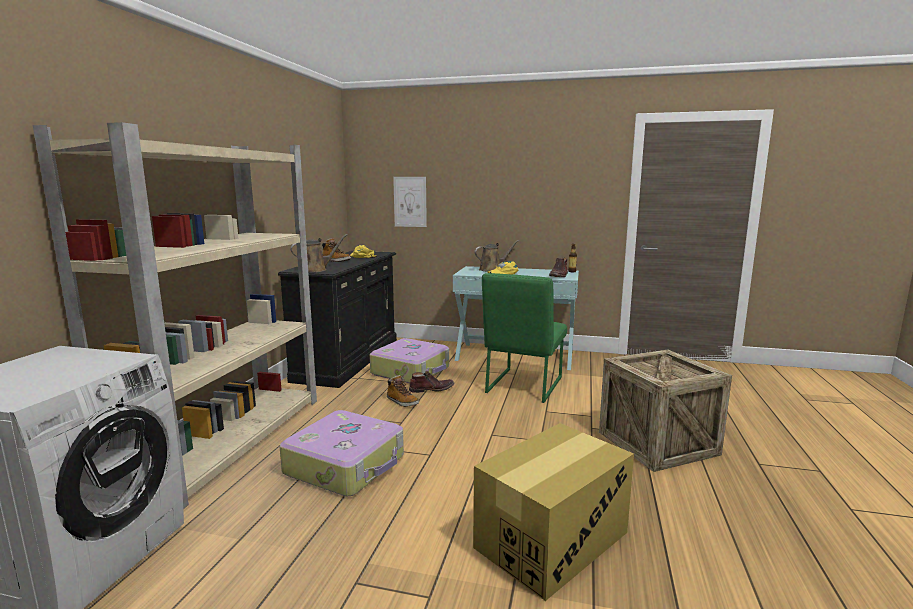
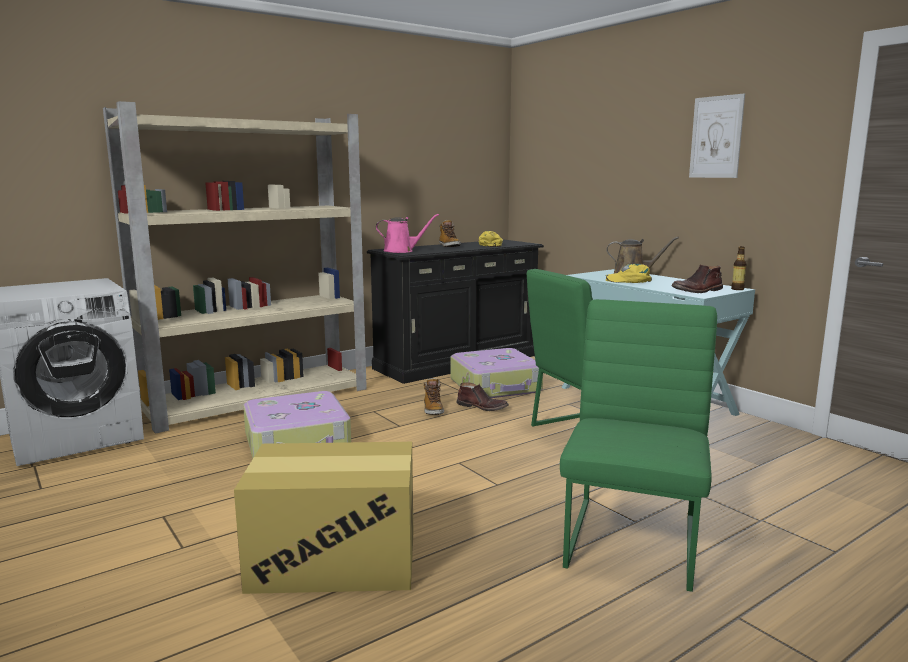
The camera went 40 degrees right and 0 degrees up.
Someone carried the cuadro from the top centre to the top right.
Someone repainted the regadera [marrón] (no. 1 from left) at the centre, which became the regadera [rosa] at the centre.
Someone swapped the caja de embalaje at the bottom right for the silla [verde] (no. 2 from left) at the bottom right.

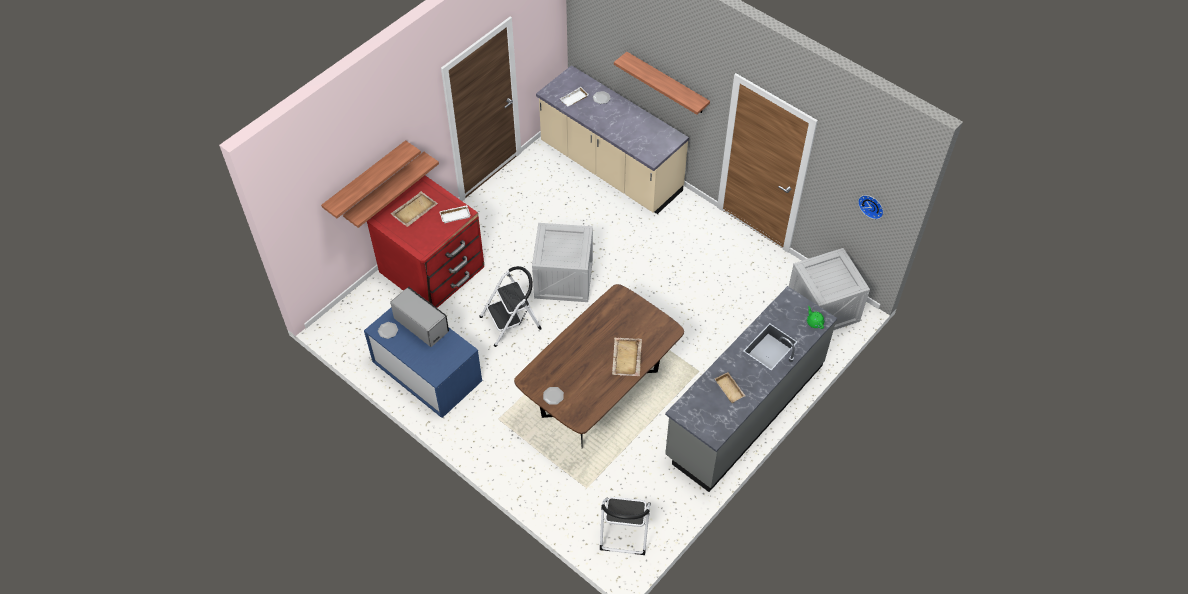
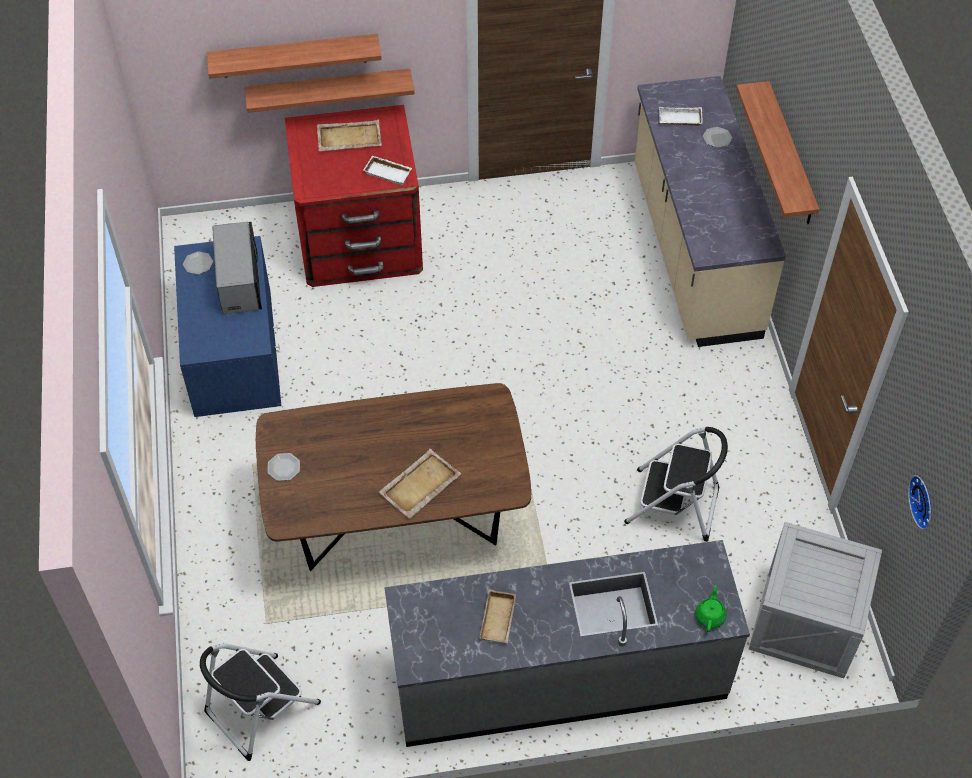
The camera went 40 degrees right and 0 degrees up.
Someone took away the caja de embalaje (no. 1 from left) at the centre.
Someone carried the escalera de tijera (no. 1 from left in the first image) from the centre to the middle right.

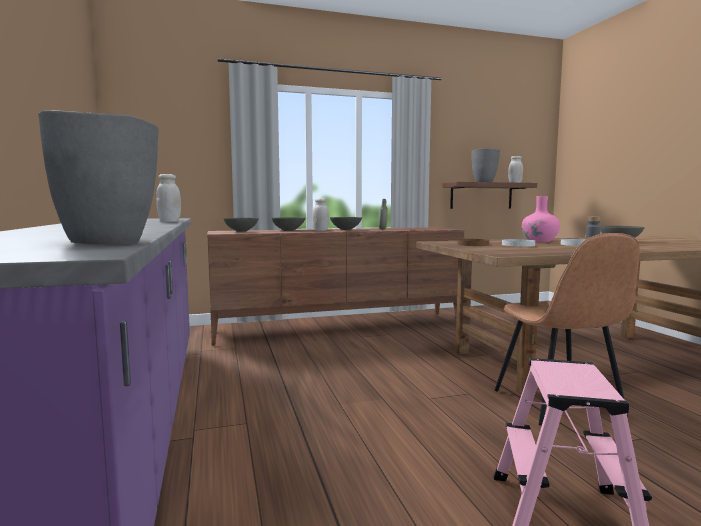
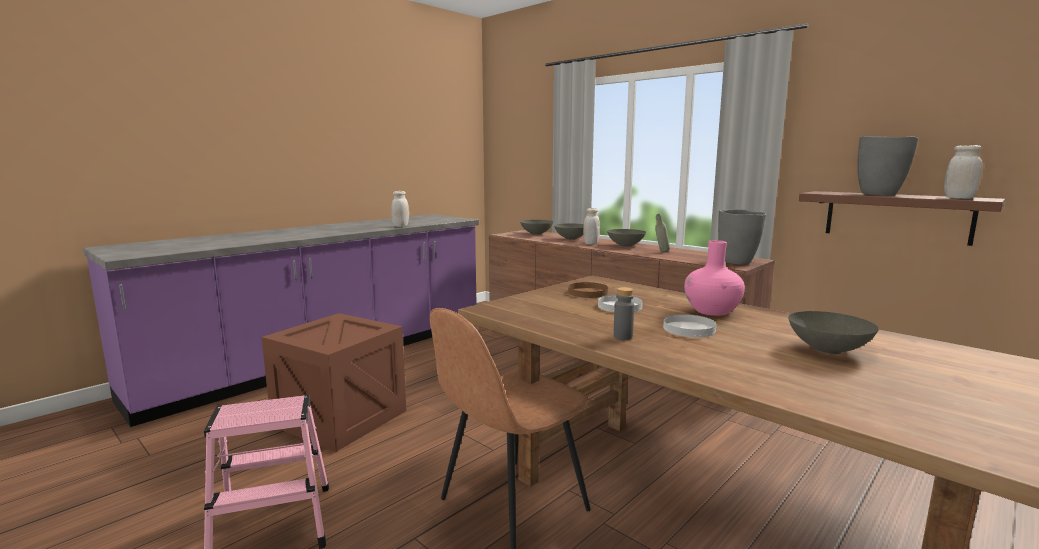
The camera went 60 degrees right and 5 degrees up.
Someone carried the florero [gris] (no. 1 from left) from the middle left to the middle right.
Someone put down the caja de embalaje at the bottom left.

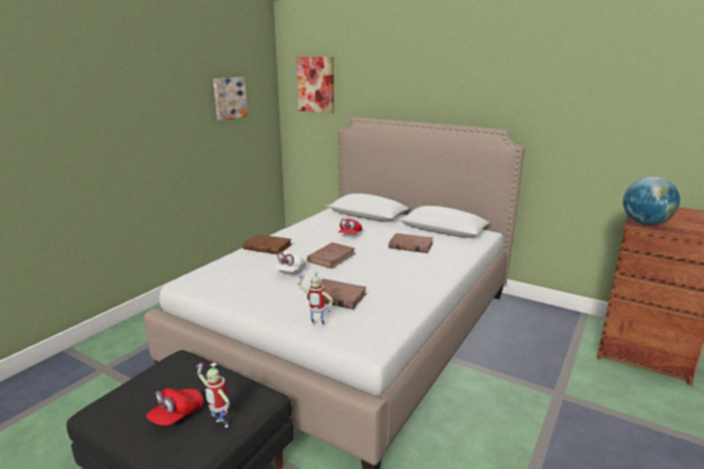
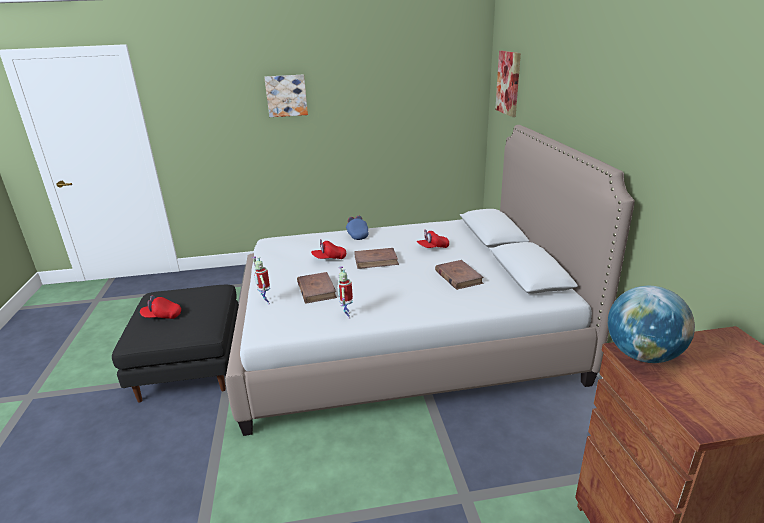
The camera went 50 degrees right and 5 degrees up.
Someone carried the cuadro (no. 1 from left) from the top left to the top centre.
Someone swapped the libro [marrón] (no. 1 from left) at the centre for the gorra [azul] at the centre.
Someone repainted the gorra [blanco] at the centre, which became the gorra [rojo] (no. 2 from left) at the centre.
Someone carried the robot de juguete (no. 1 from left in the first image) from the bottom left to the centre.

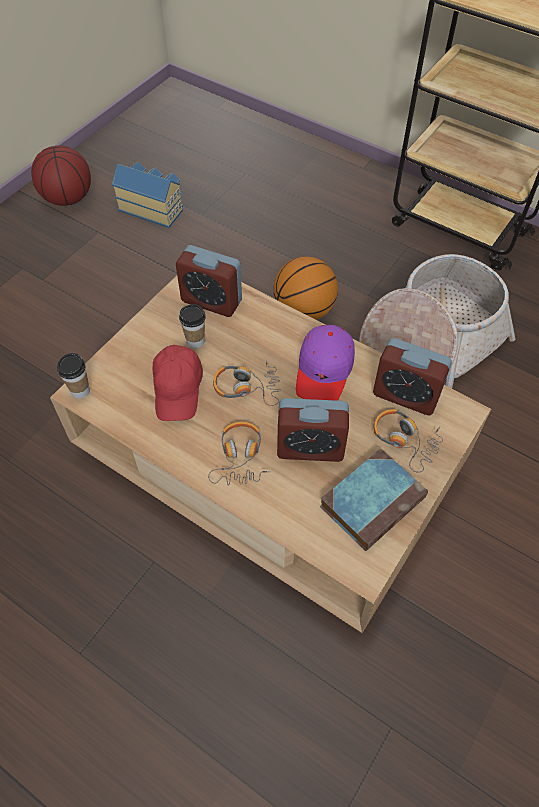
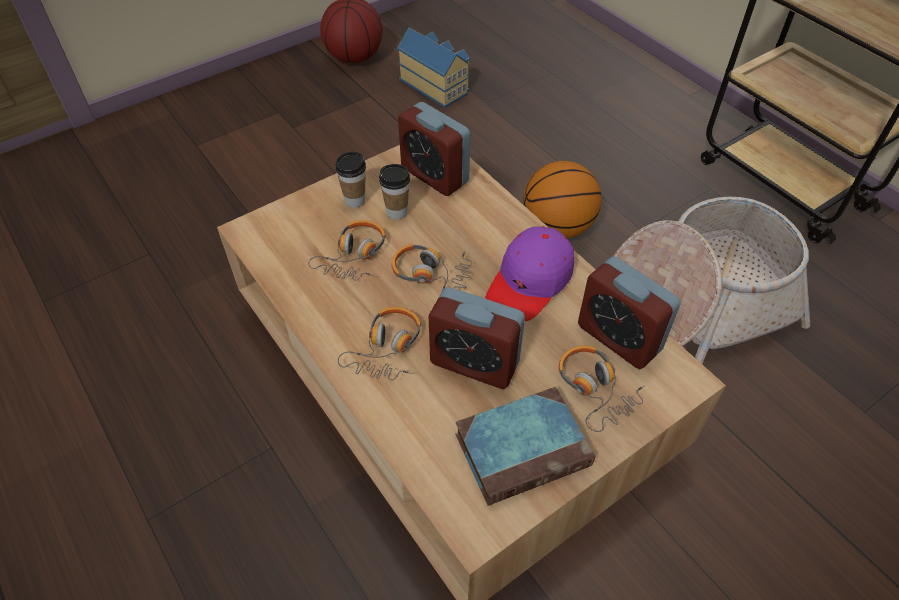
The camera went 20 degrees right and 5 degrees down.
Someone swapped the gorra [rojo] at the middle left for the auriculares (no. 1 from left) at the centre.
Someone carried the taza (no. 1 from left) from the middle left to the top centre.

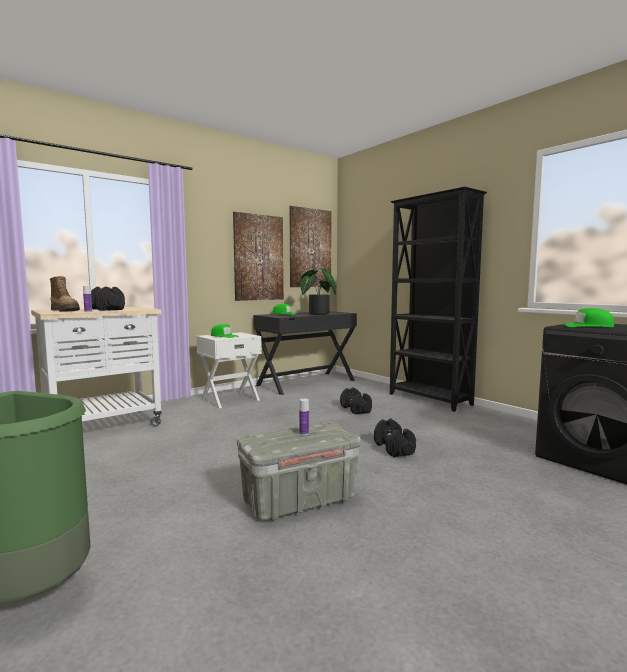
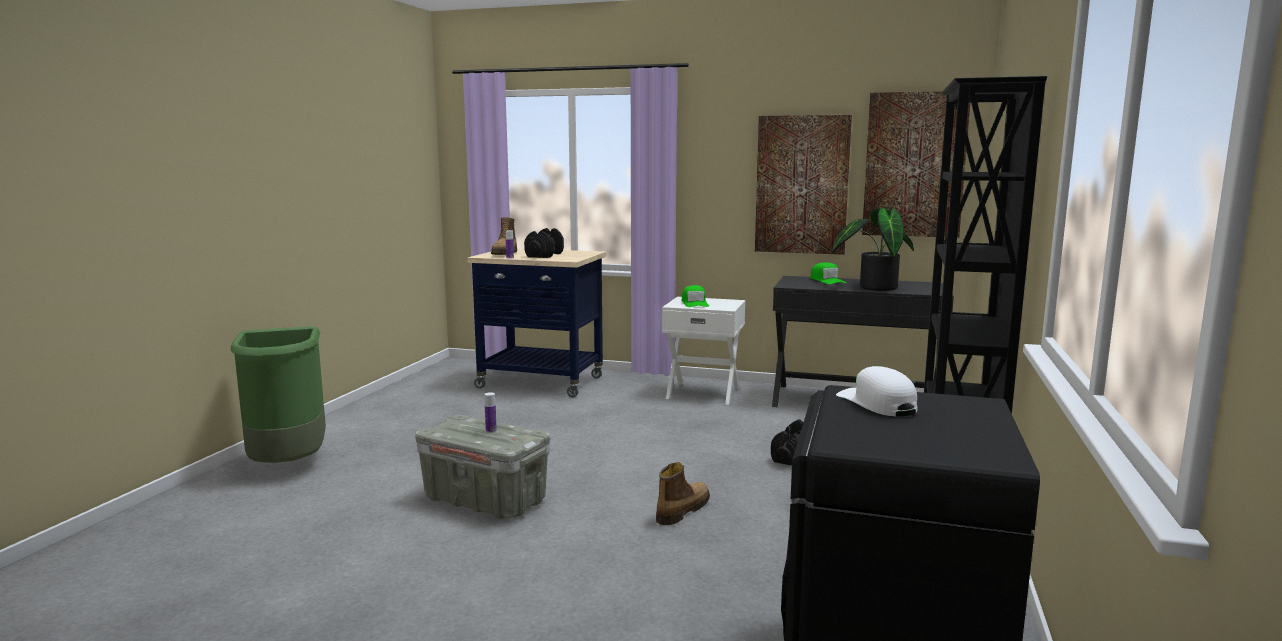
The camera went 55 degrees right and 5 degrees up.
Someone repainted the carrito [blanco] at the middle left, which became the carrito [azul] at the centre.
Someone repainted the gorra [verde] (no. 3 from left) at the middle right, which became the gorra [blanco] at the middle right.
Someone swapped the mancuerna [negro] (no. 3 from left) at the centre for the bota (no. 2 from left) at the bottom centre.

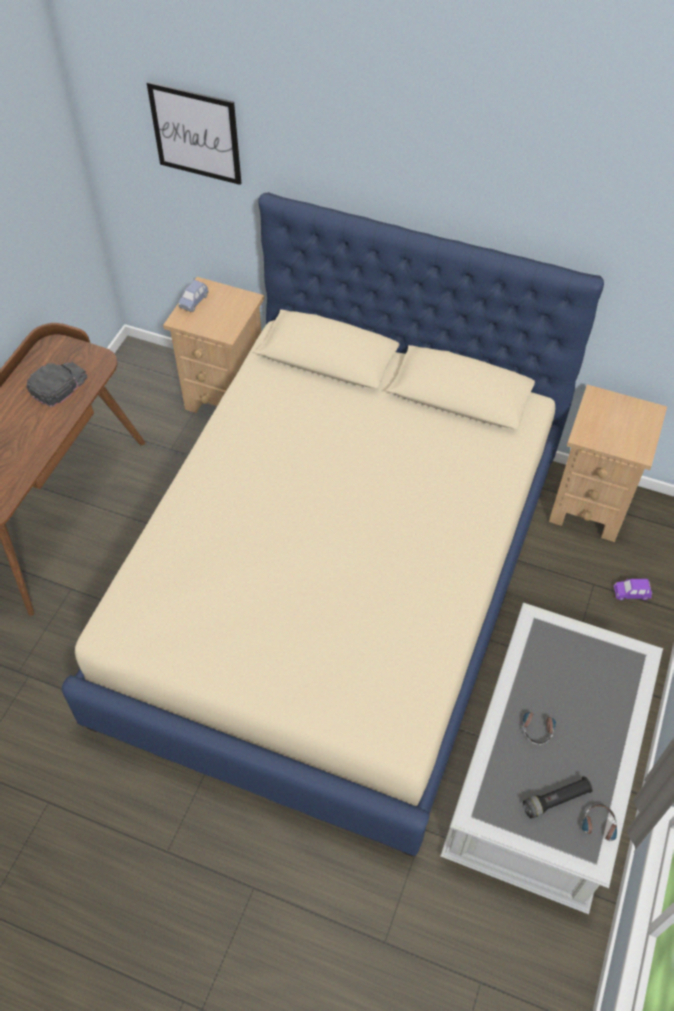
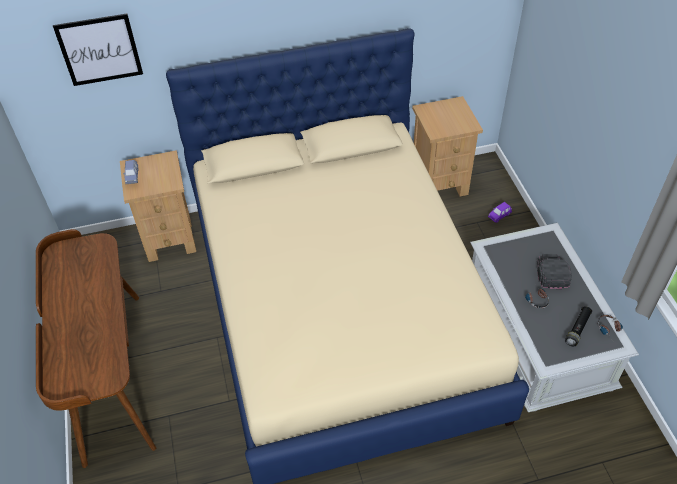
The camera went 35 degrees left and 5 degrees down.
Someone carried the gorra [negro] from the middle left to the middle right.

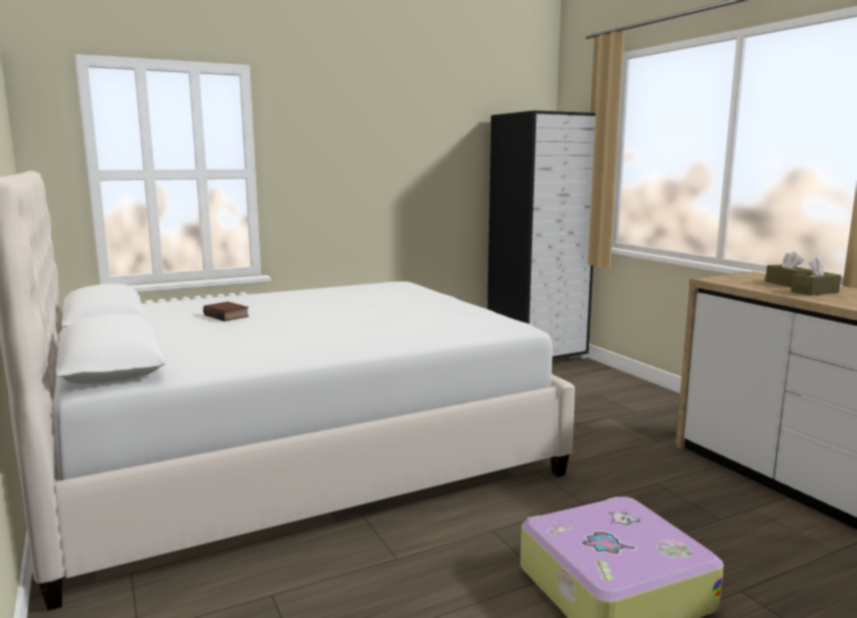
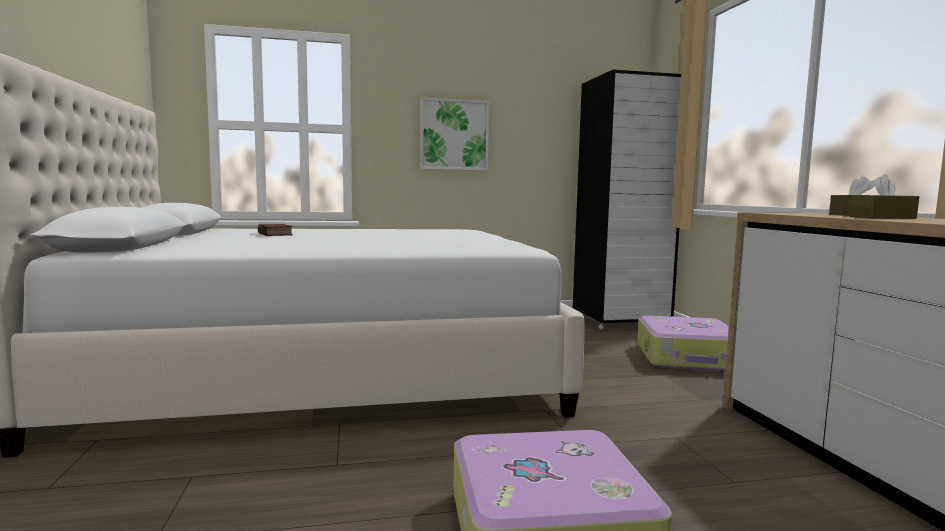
The camera went 15 degrees right and 5 degrees down.
Someone put up the cuadro at the top centre.
Someone put down the maleta (no. 2 from left) at the middle right.

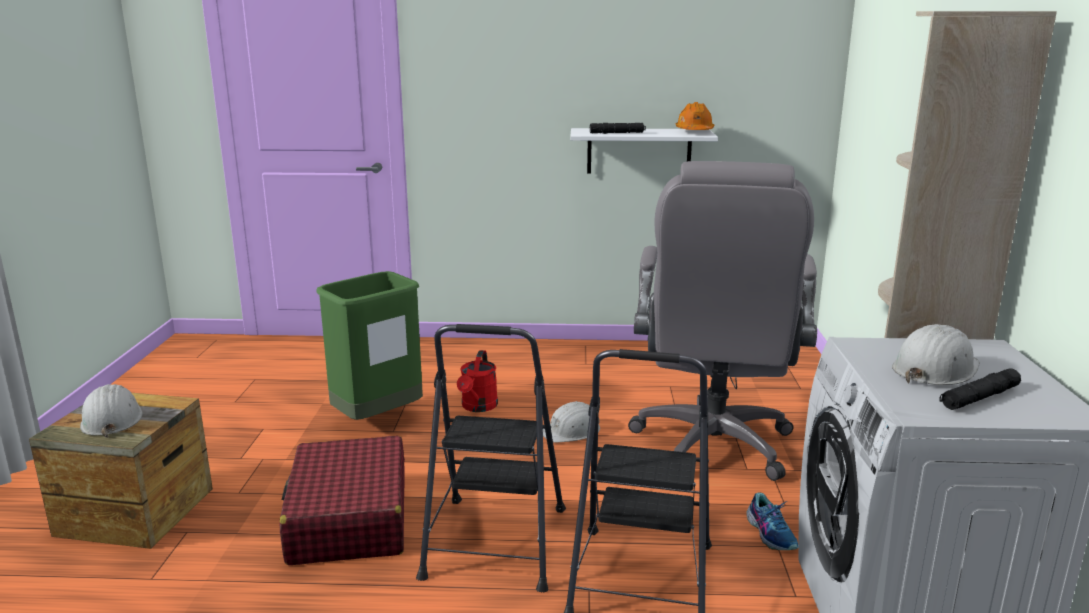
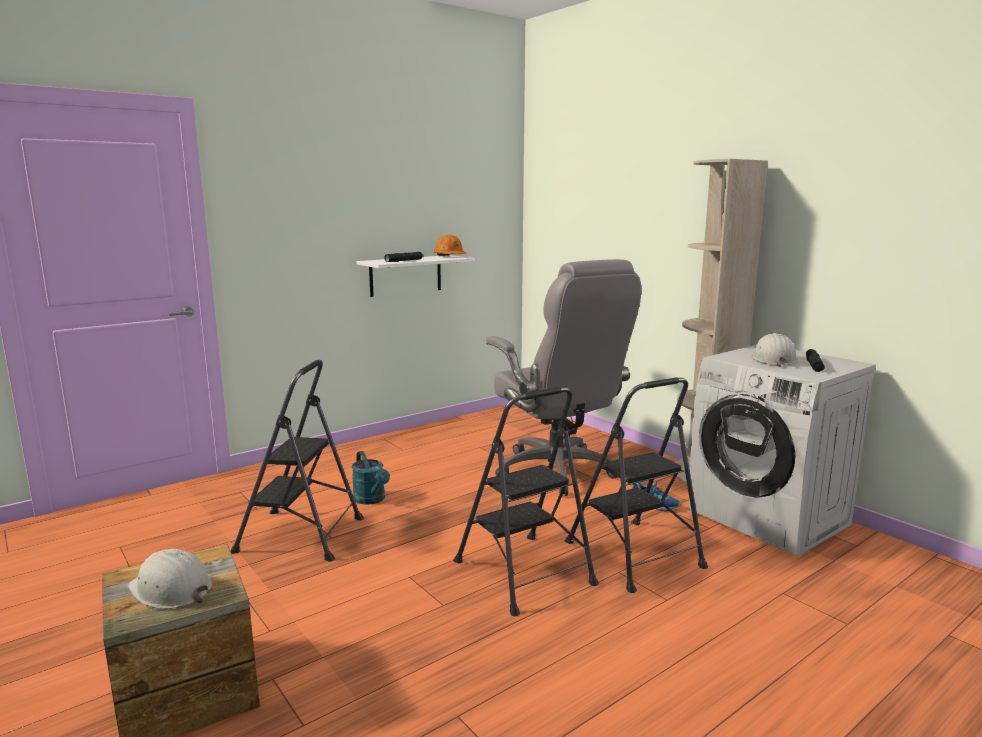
The camera went 40 degrees left and 5 degrees down.
Someone swapped the papelera [verde] at the centre for the escalera de tijera [negro] (no. 1 from left) at the middle left.
Someone repainted the regadera [rojo] at the centre, which became the regadera [turquesa] at the centre.
Someone took away the casco [blanco] (no. 2 from left) at the bottom centre.
Someone took away the maleta [rojo] at the bottom left.

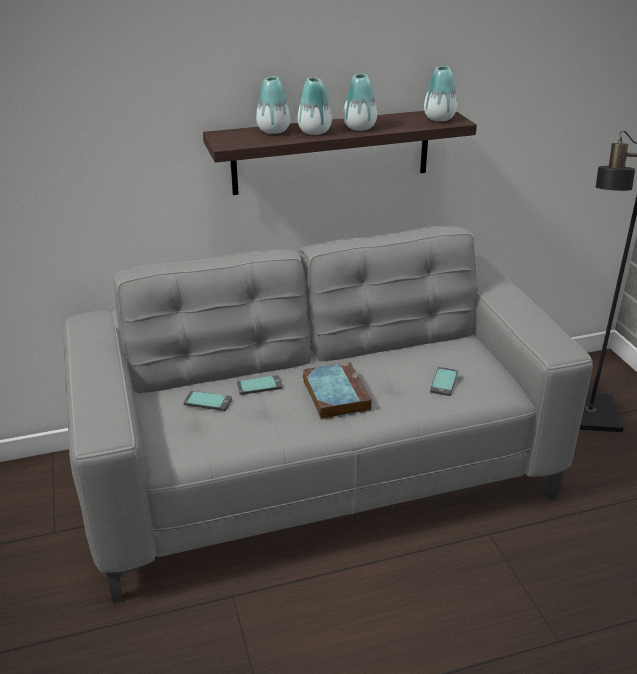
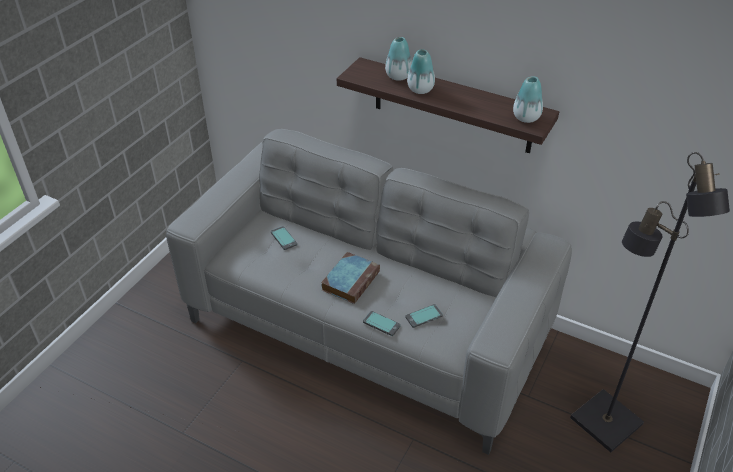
The camera went 45 degrees right and 10 degrees up.
Someone took away the florero (no. 3 from left) at the top centre.
Someone carried the móvil (no. 2 from left) from the centre to the bottom centre.

